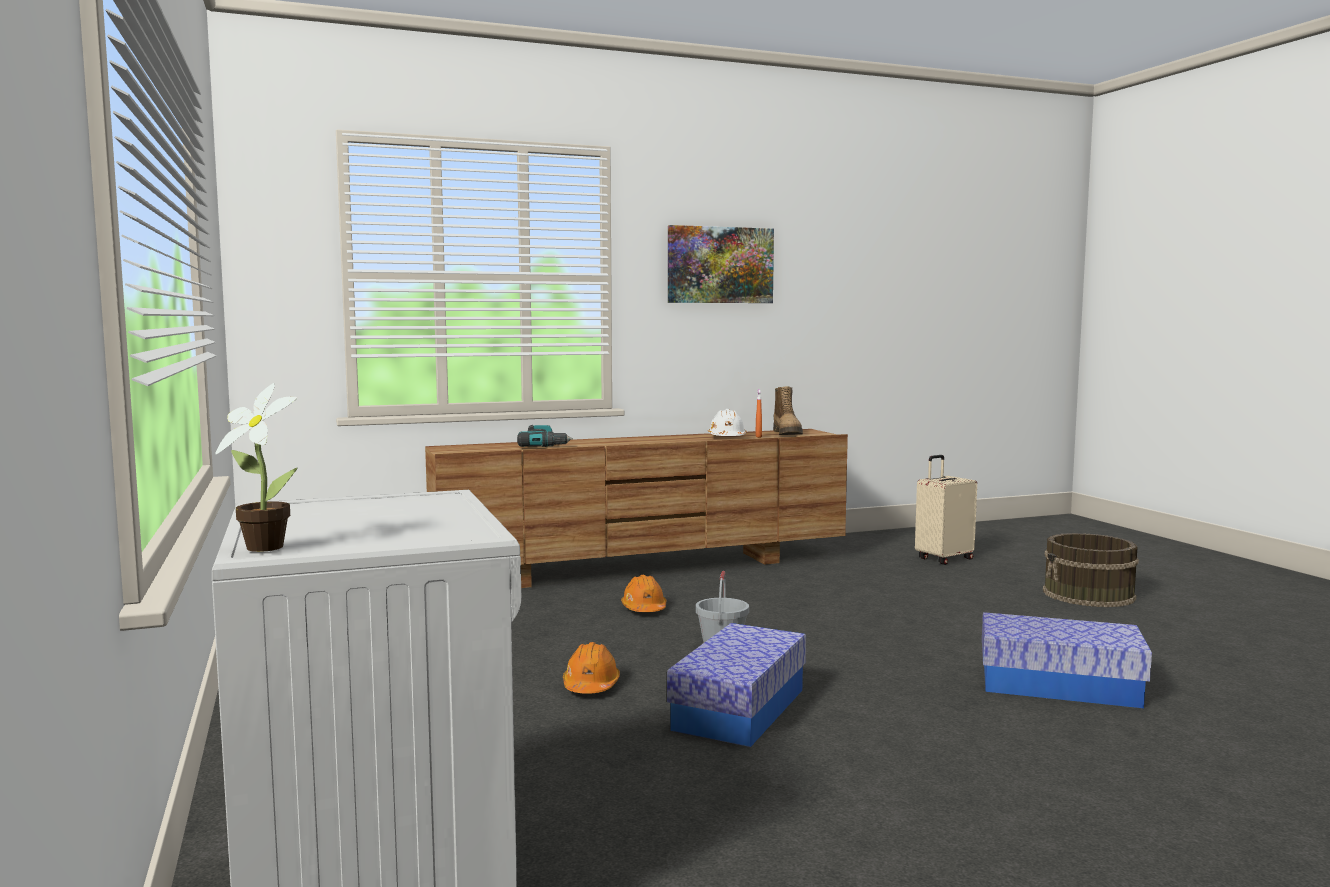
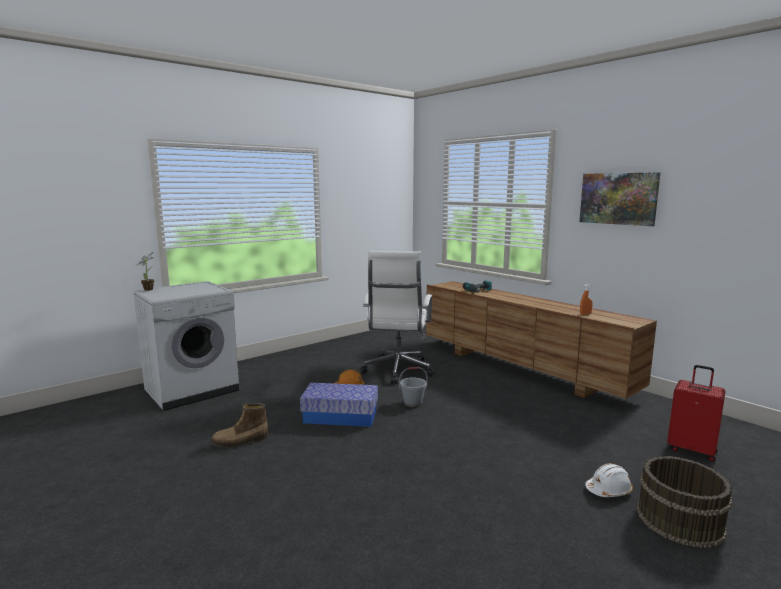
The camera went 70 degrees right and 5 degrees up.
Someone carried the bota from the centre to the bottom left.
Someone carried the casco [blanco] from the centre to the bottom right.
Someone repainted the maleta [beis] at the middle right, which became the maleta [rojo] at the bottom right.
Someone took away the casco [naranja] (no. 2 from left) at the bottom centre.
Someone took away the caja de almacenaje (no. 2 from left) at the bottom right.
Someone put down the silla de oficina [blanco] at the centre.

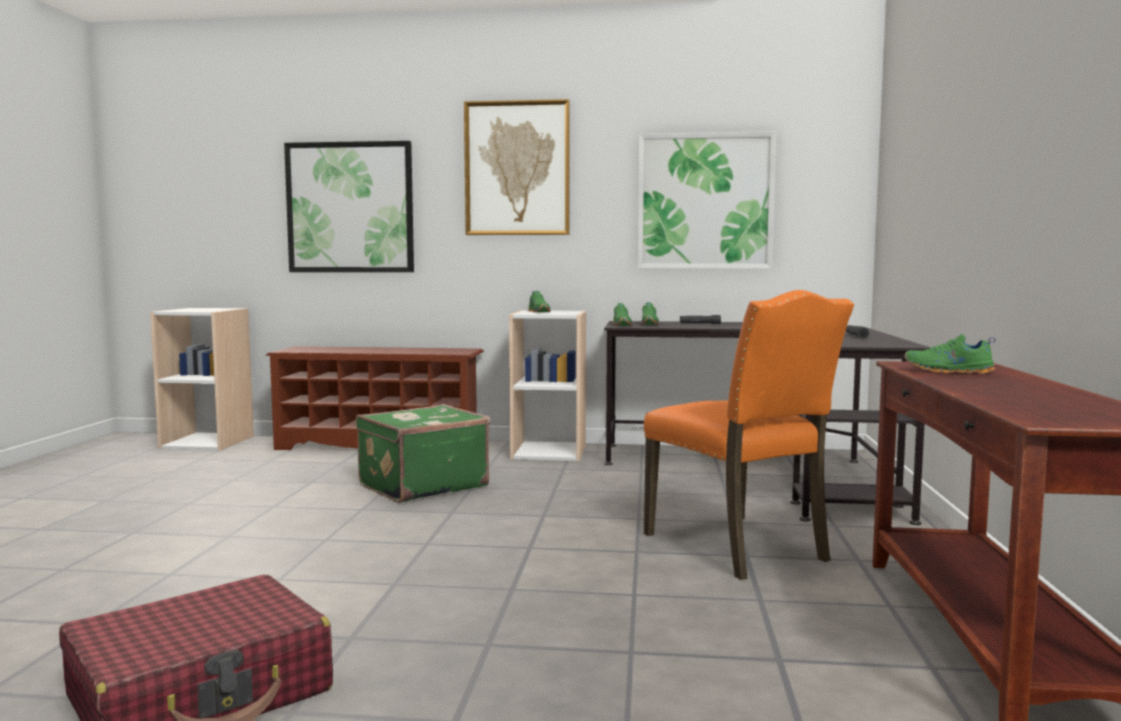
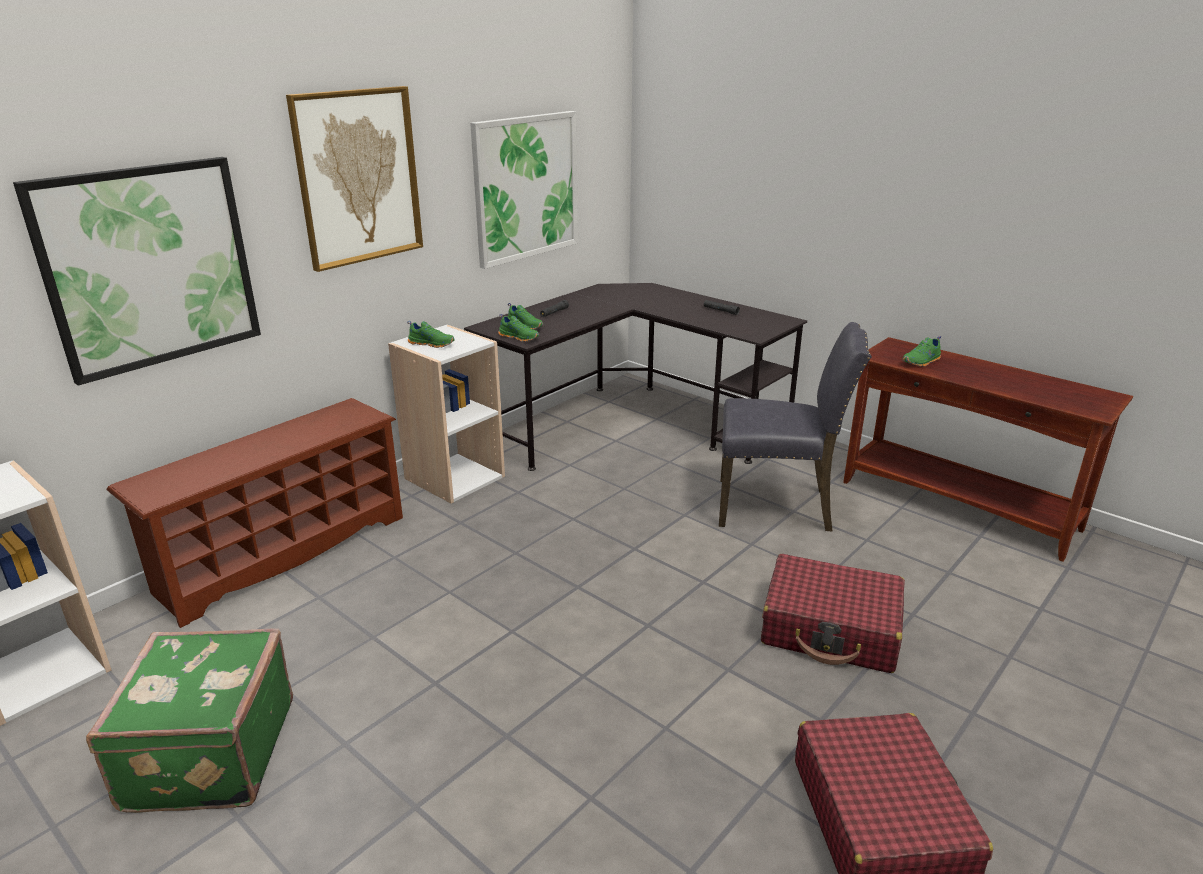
The camera went 55 degrees left and 20 degrees up.
Someone repainted the silla [naranja] at the middle right, which became the silla [gris] at the centre.
Someone carried the maleta [verde] from the centre to the bottom left.
Someone put down the maleta [rojo] (no. 1 from left) at the bottom right.

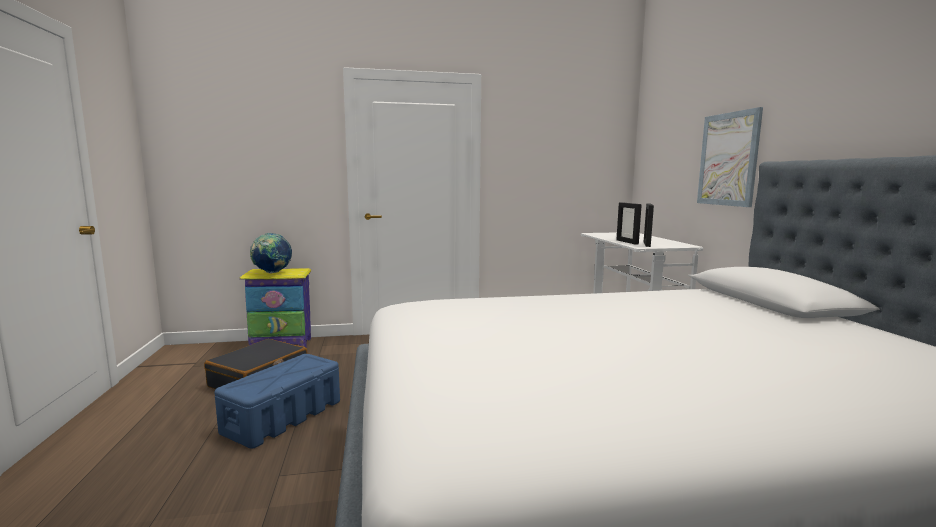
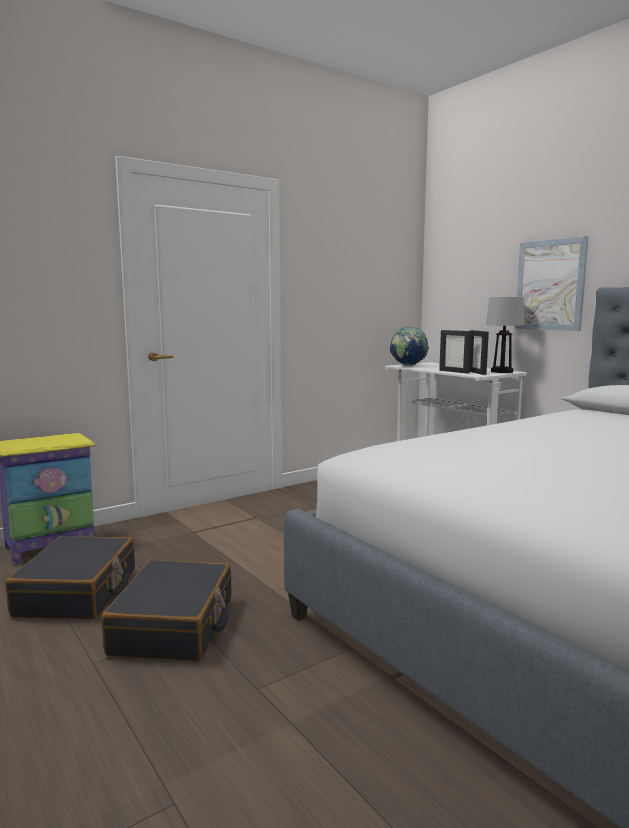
The camera went 25 degrees left and 0 degrees up.
Someone carried the globo terráqueo from the middle left to the centre.
Someone swapped the caja de almacenaje [azul] at the bottom left for the maleta [negro] (no. 2 from left) at the bottom left.
Someone put down the lámpara de mesa at the middle right.

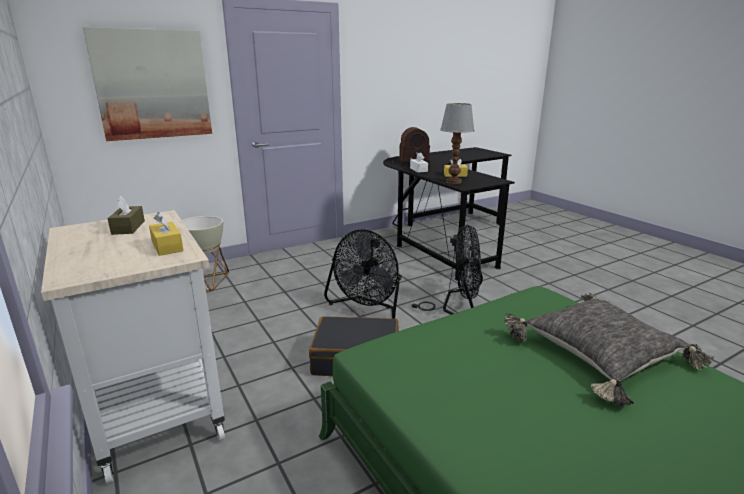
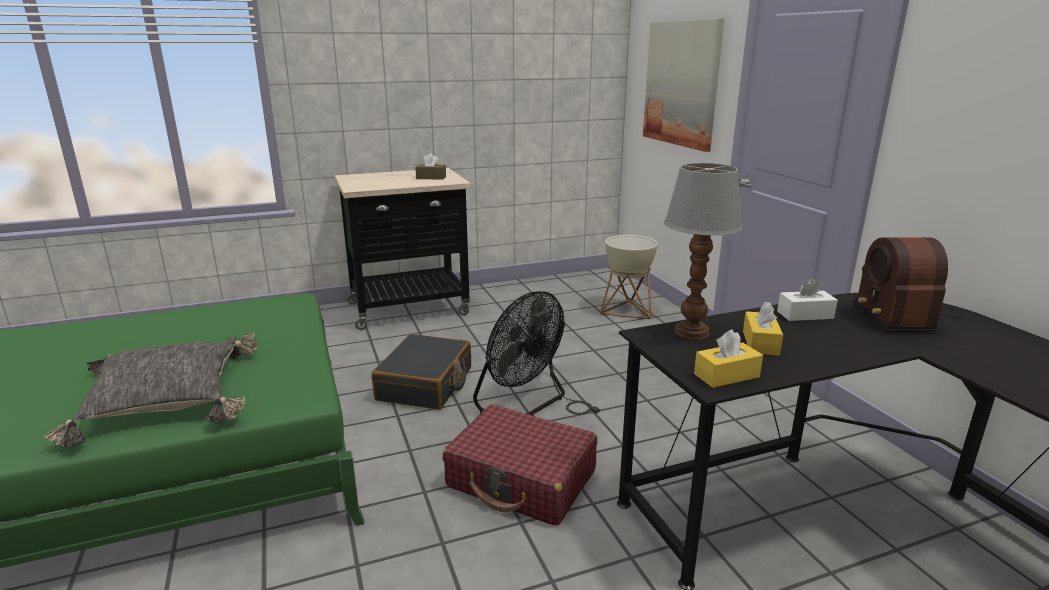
The camera went 100 degrees right and 0 degrees up.
Someone repainted the carrito [blanco] at the bottom left, which became the carrito [negro] at the centre.
Someone carried the caja de pañuelos [amarillo] (no. 1 from left) from the middle left to the middle right.
Someone swapped the ventilador [negro] (no. 2 from left) at the centre for the maleta [rojo] at the bottom centre.

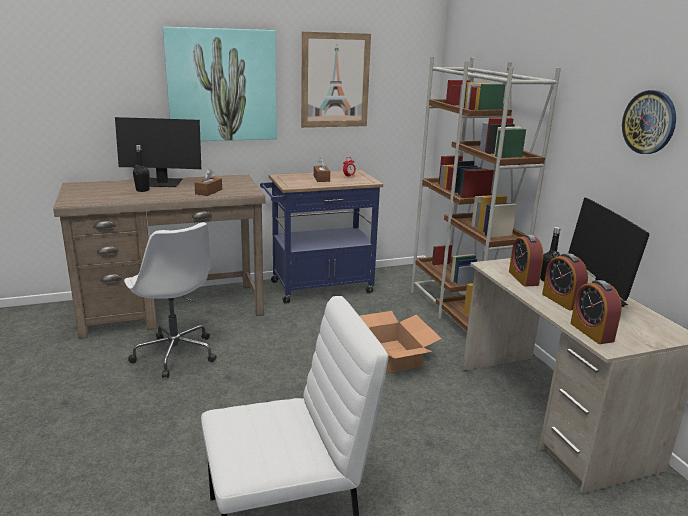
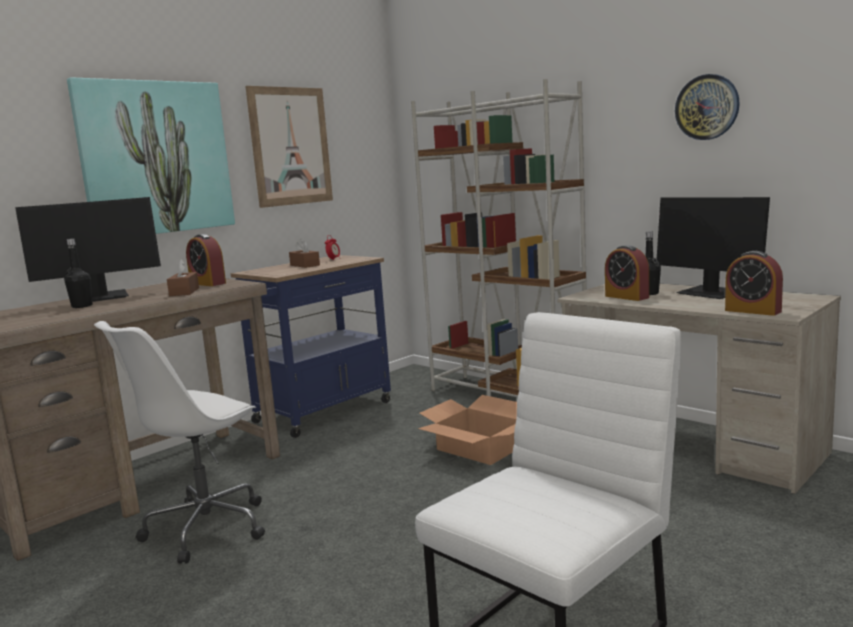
The camera went 25 degrees left and 10 degrees down.
Someone rotated the silla de oficina [blanco] at the middle left by 105 degrees clockwise.
Someone carried the despertador (no. 3 from left in the first image) from the middle right to the middle left.

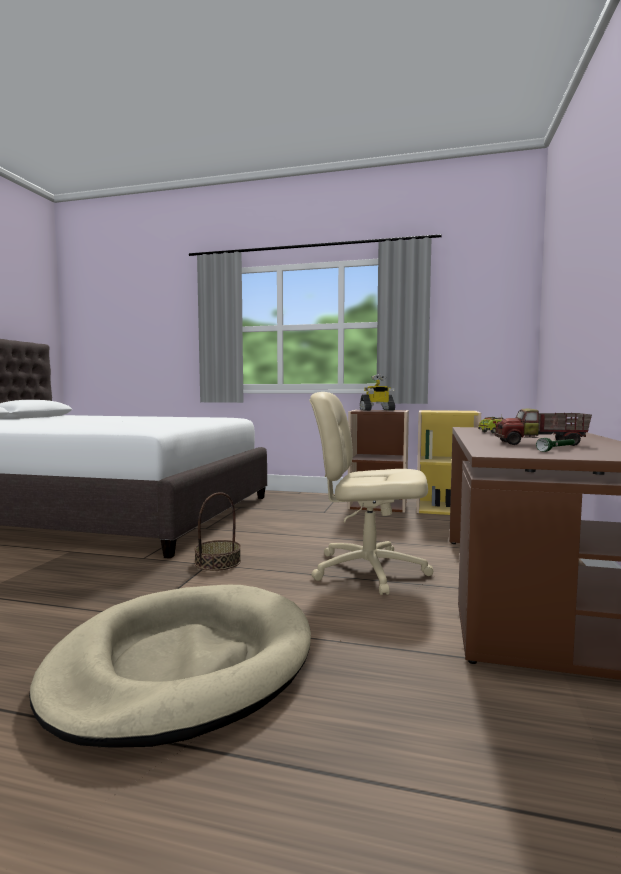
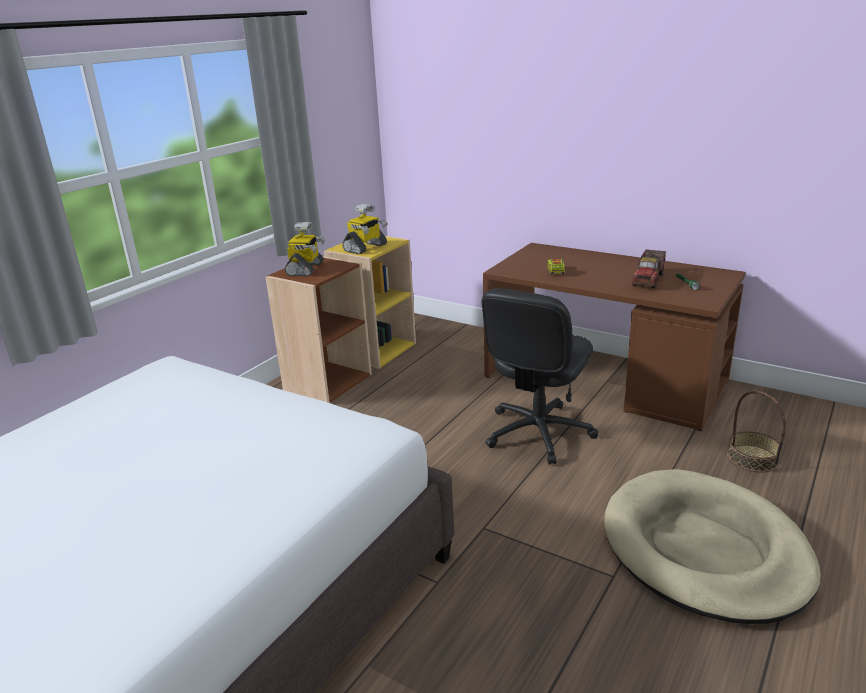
The camera went 70 degrees left and 20 degrees up.
Someone repainted the silla de oficina [beis] at the centre, which became the silla de oficina [negro] at the centre.
Someone carried the cesta from the centre to the middle right.
Someone put down the robot de juguete (no. 2 from left) at the top centre.

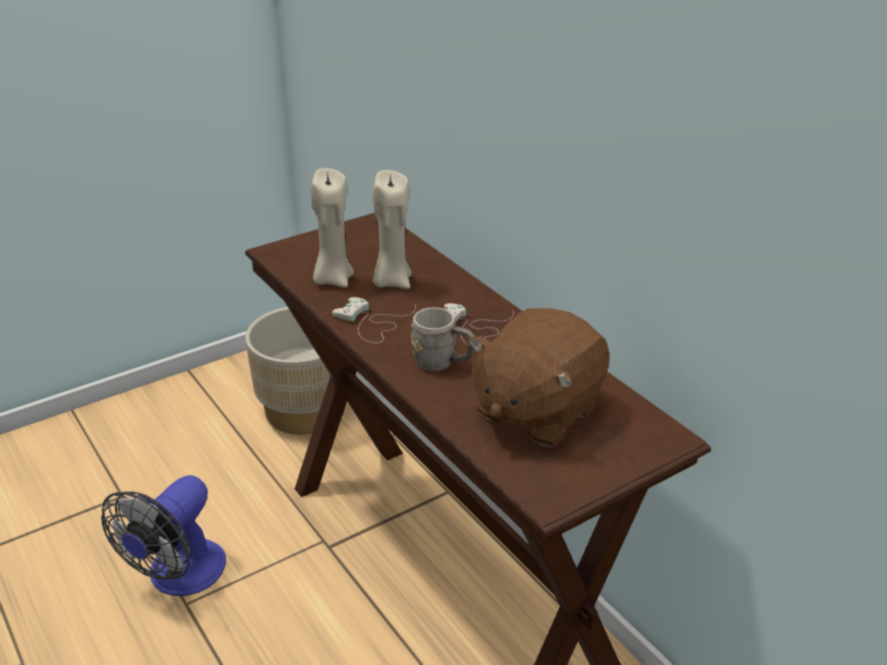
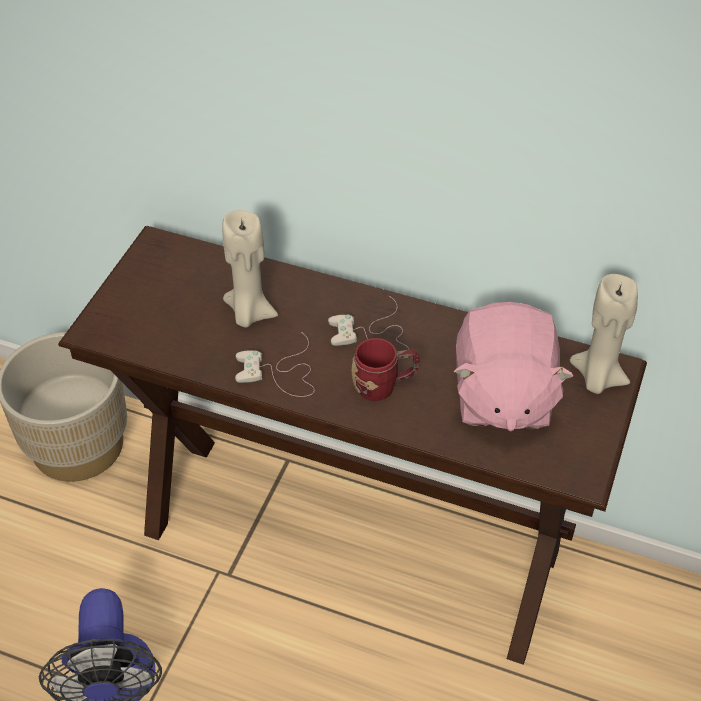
The camera went 35 degrees left and 15 degrees up.
Someone carried the vela [beis] (no. 1 from left in the first image) from the centre to the middle right.
Someone repainted the taza grande [gris] at the centre, which became the taza grande [rojo] at the centre.
Someone repainted the peluche [marrón] at the centre, which became the peluche [rosa] at the middle right.

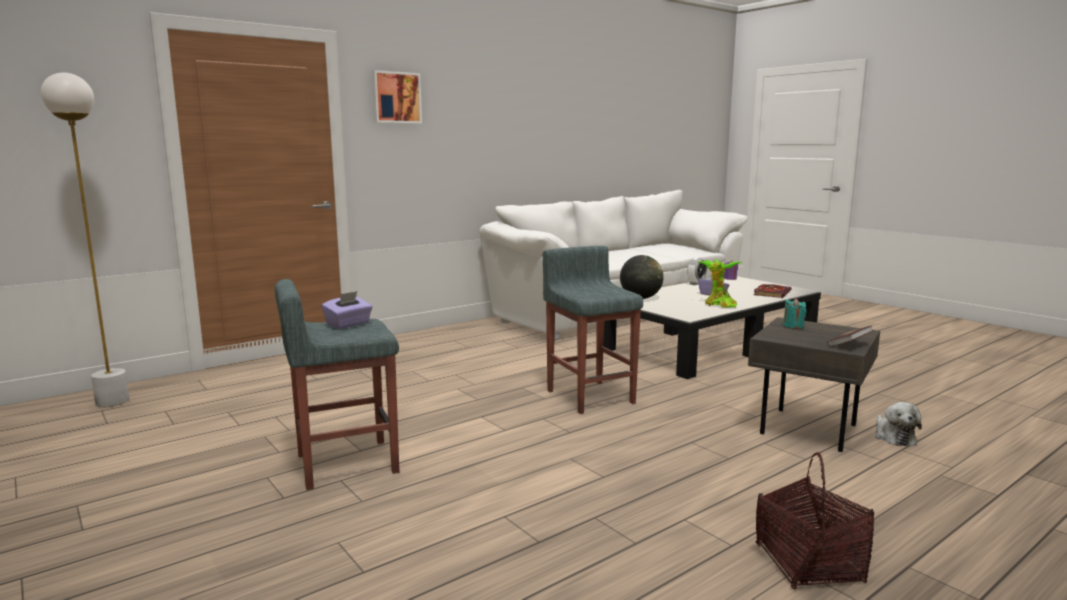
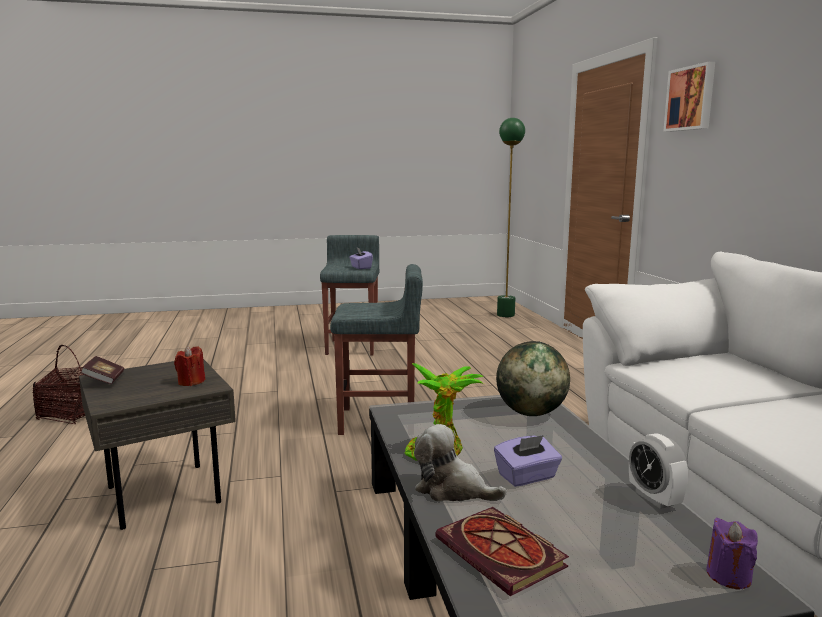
The camera went 115 degrees right and 0 degrees up.
Someone repainted the lámpara de pie [blanco] at the middle left, which became the lámpara de pie [verde] at the centre.
Someone repainted the vela [turquesa] at the middle right, which became the vela [rojo] at the middle left.
Someone carried the peluche from the bottom right to the bottom centre.

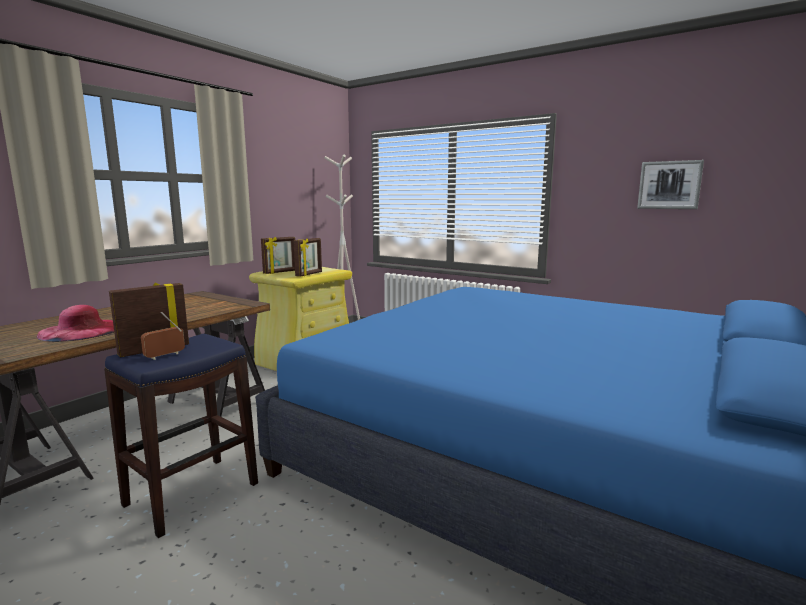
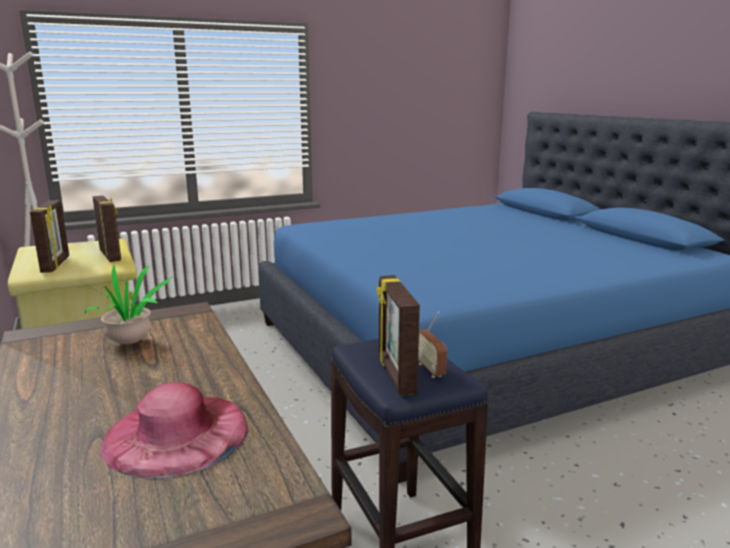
The camera went 60 degrees left and 5 degrees up.
Someone took away the cuadro at the top right.
Someone put down the planta en maceta at the middle left.

